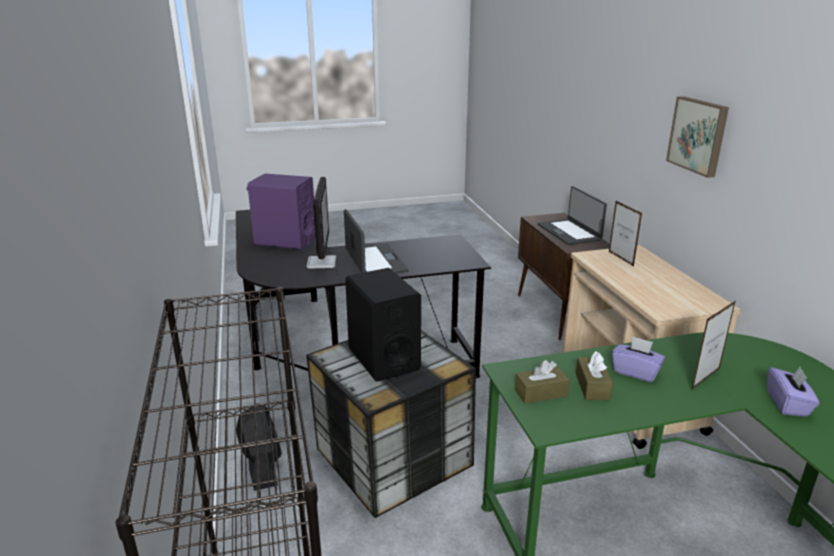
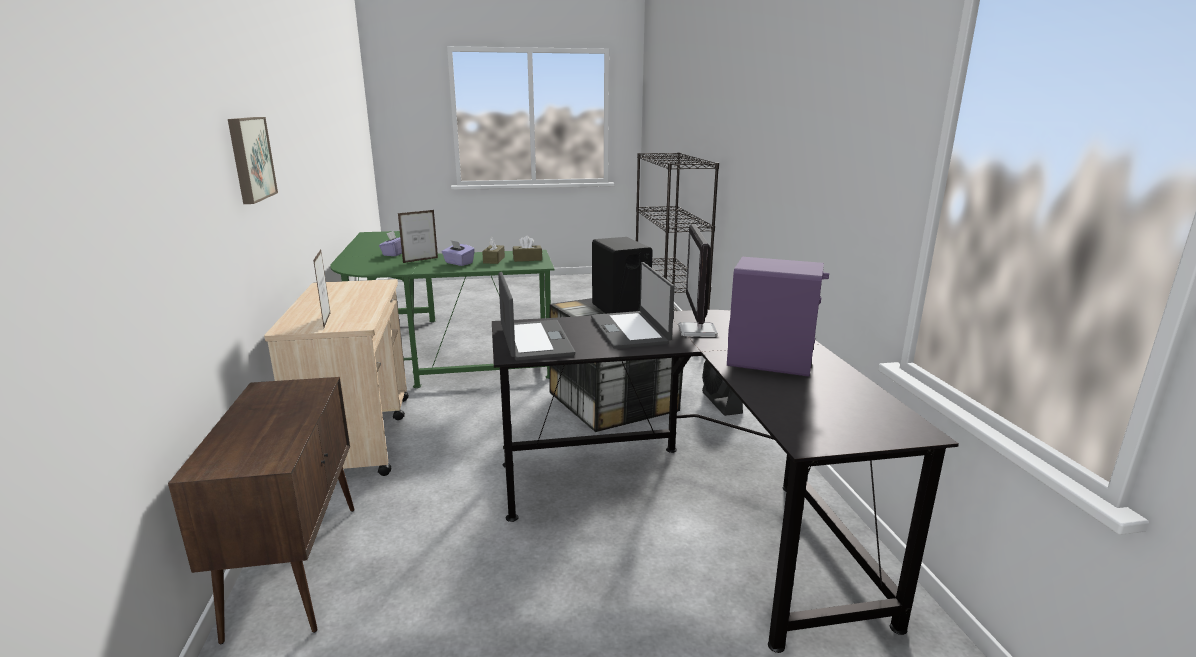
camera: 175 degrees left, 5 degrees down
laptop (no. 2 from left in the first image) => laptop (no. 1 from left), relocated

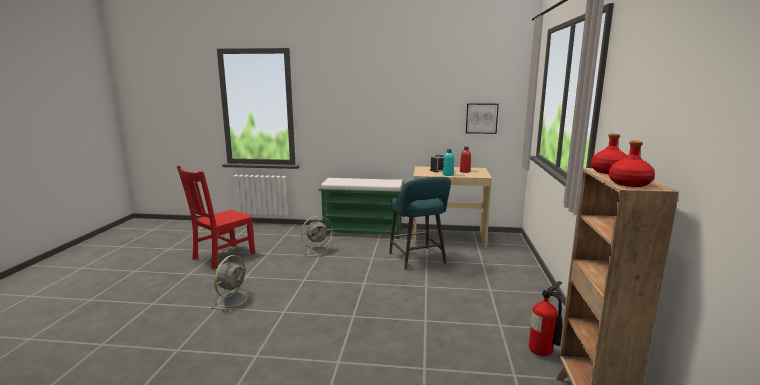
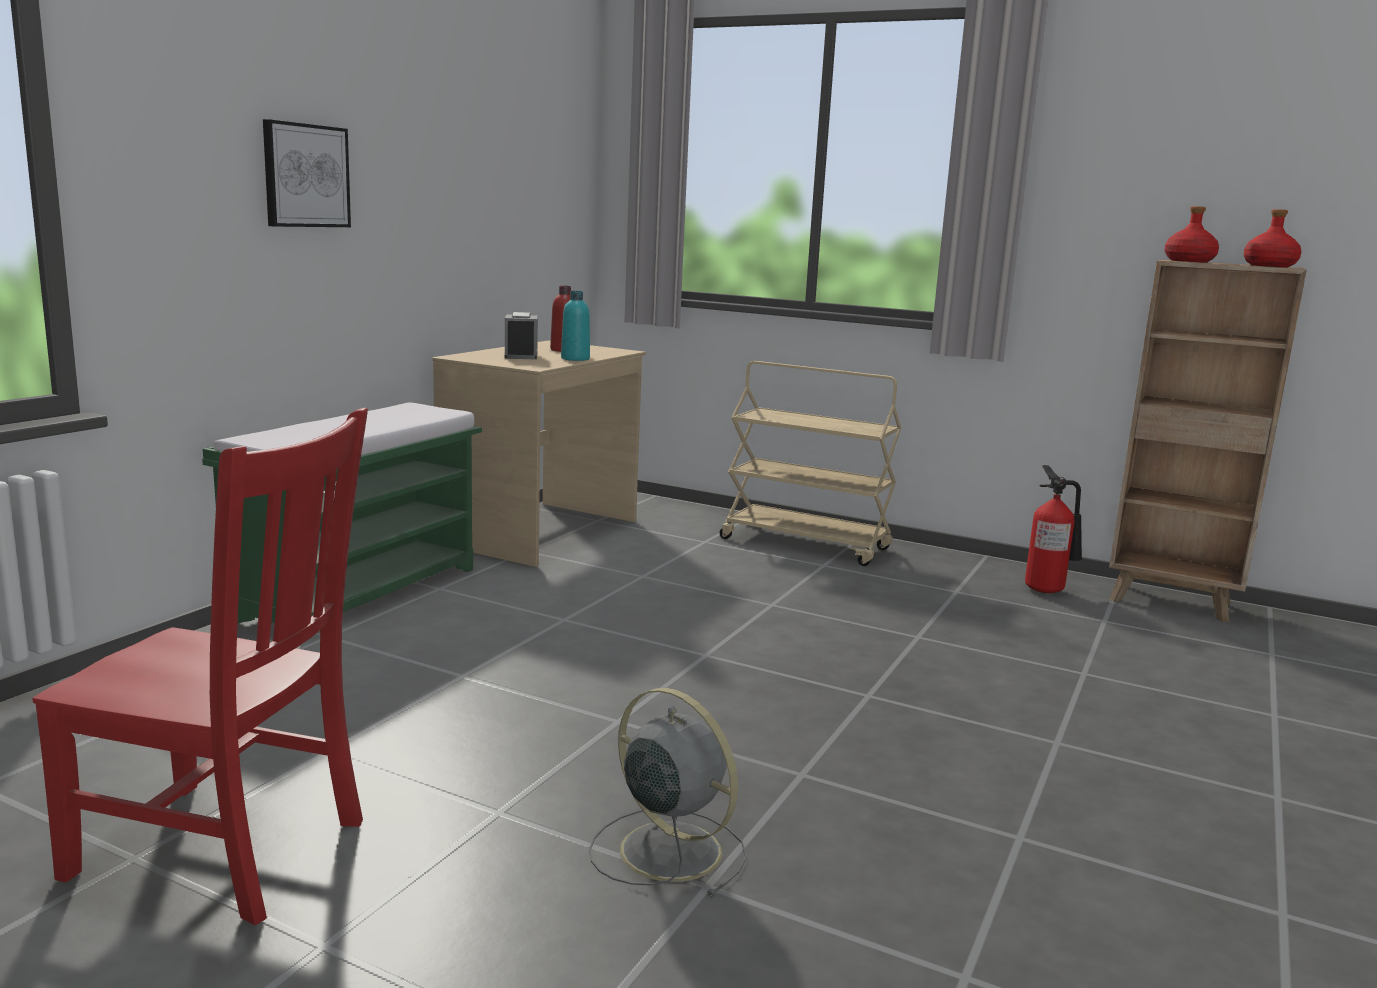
camera: 70 degrees left, 0 degrees up
picture, relocated
chair (red), 45 degrees counterclockwise
stool (turquoise) => nothing
fan (grey) (no. 2 from left) => nothing
nothing => cart (beige)

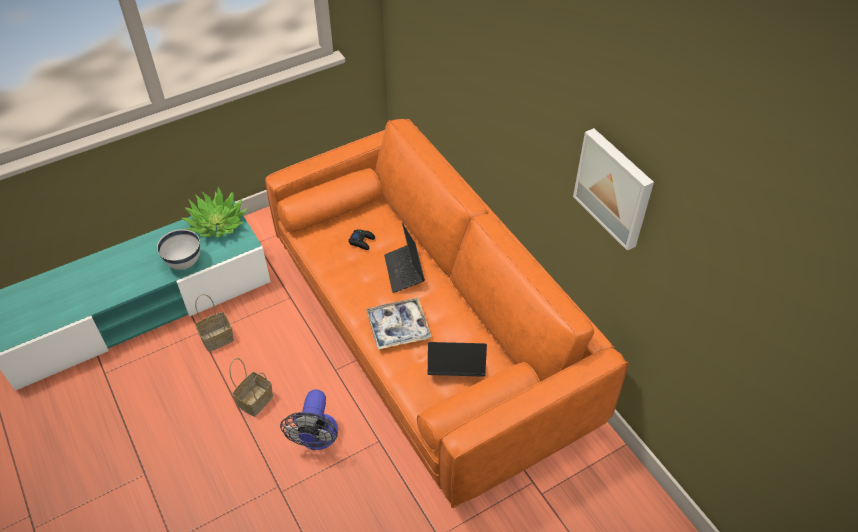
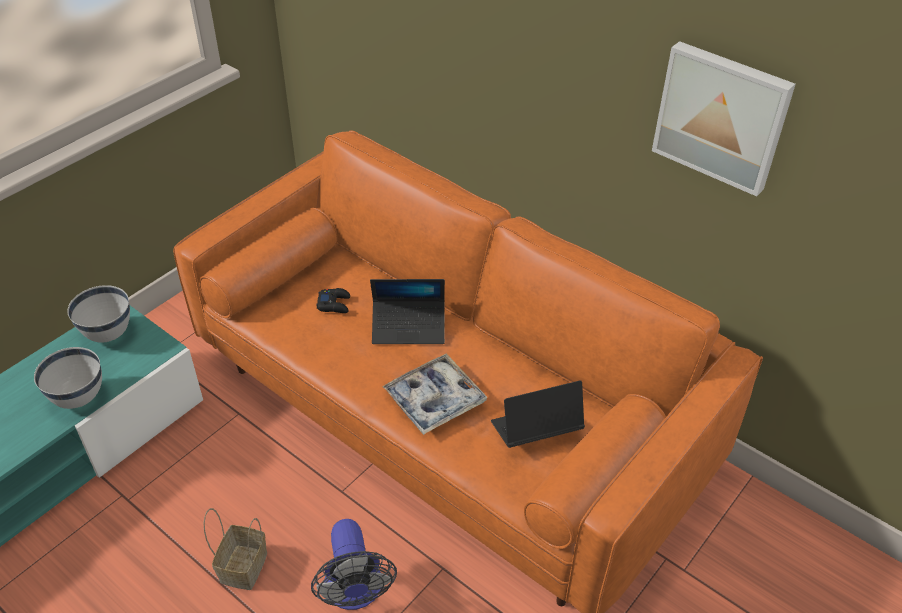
camera: 20 degrees left, 5 degrees down
potted plant => bowl (white) (no. 2 from left)
laptop (no. 1 from left), 60 degrees counterclockwise
basket (no. 1 from left) => nothing

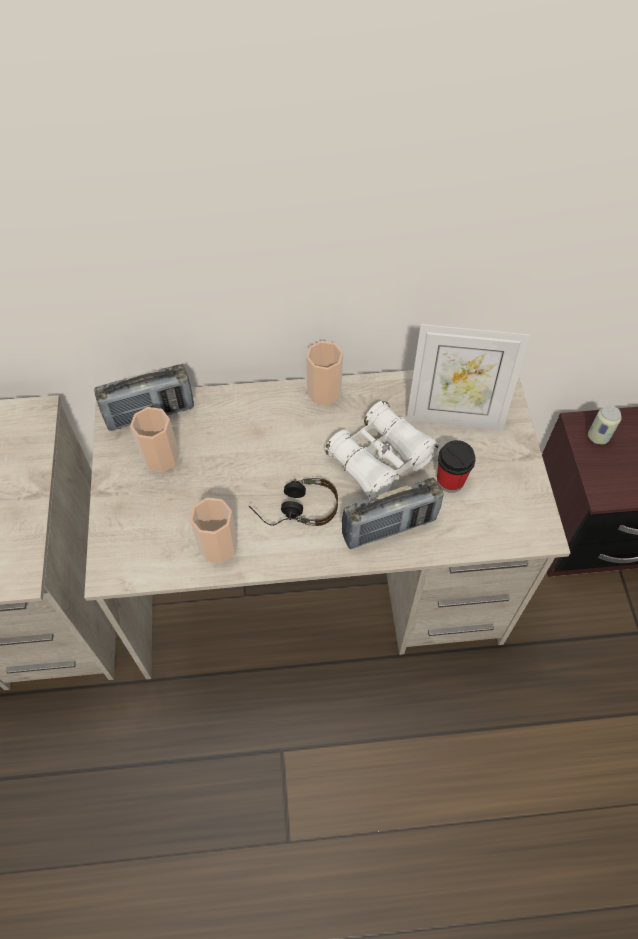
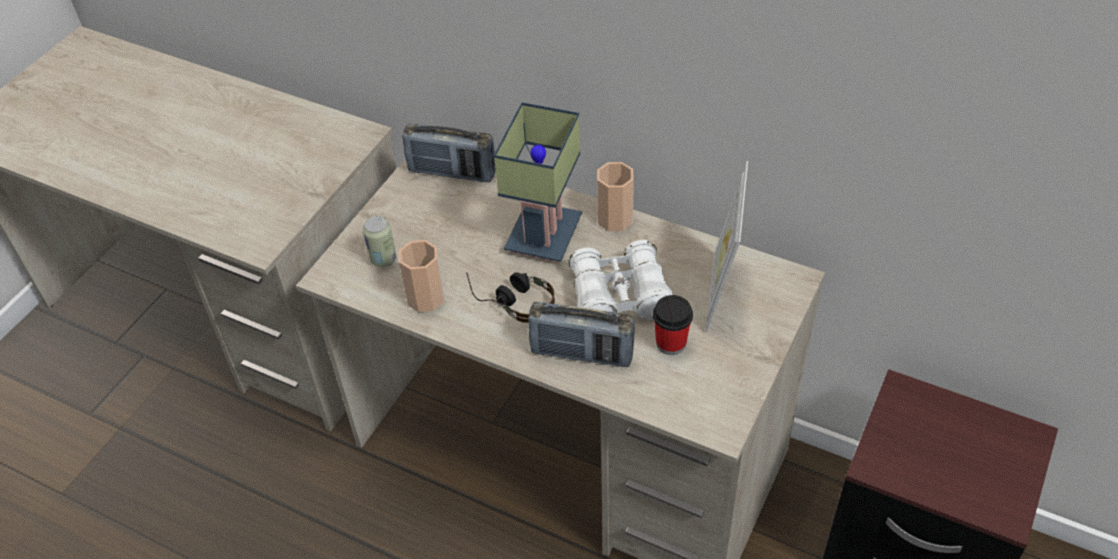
camera: 35 degrees right, 10 degrees down
picture frame, 60 degrees clockwise
can, relocated
cup (no. 1 from left) => nothing
nothing => table lamp

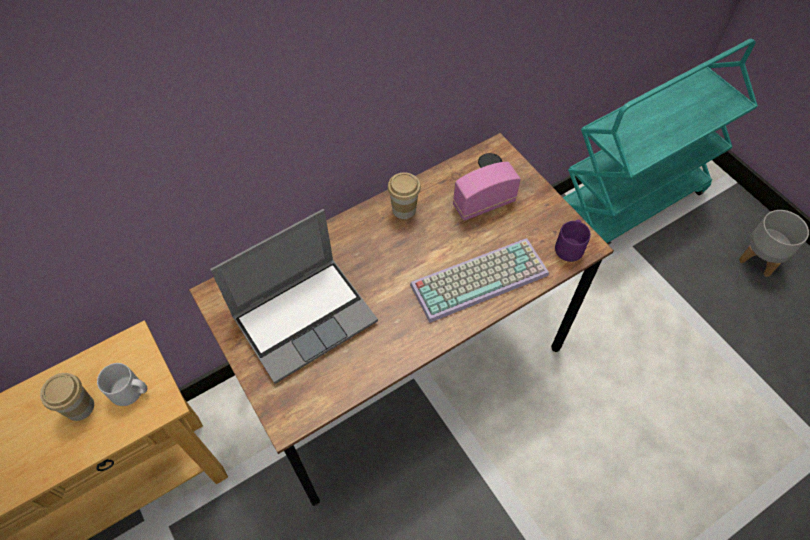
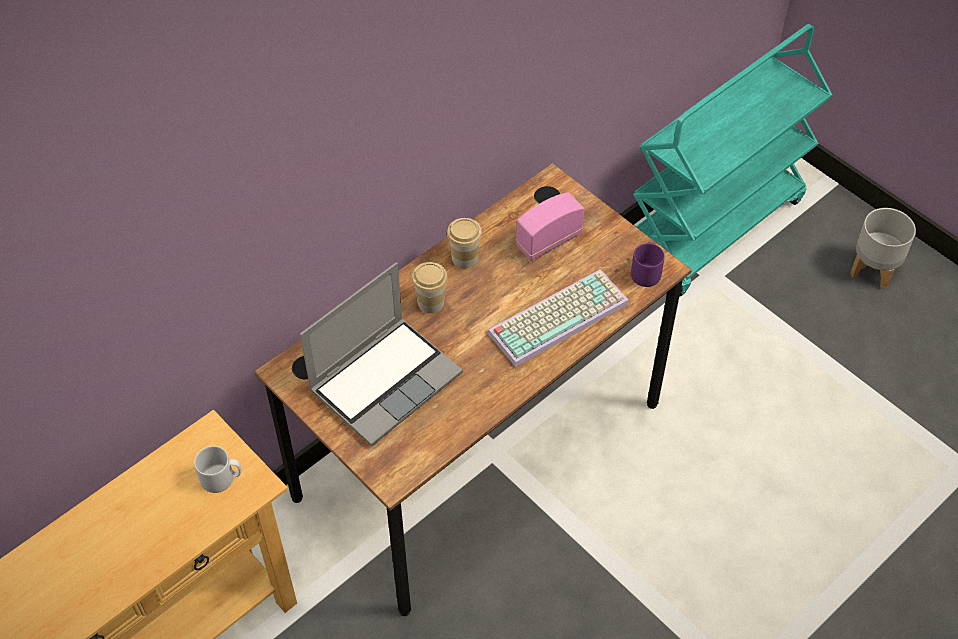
camera: 10 degrees left, 5 degrees down
cup (no. 1 from left), relocated

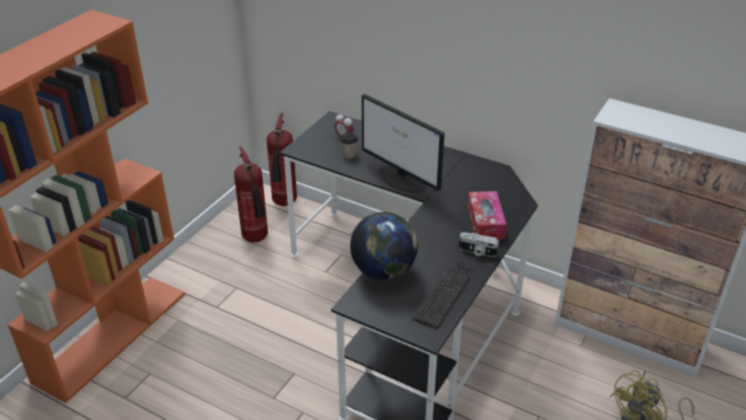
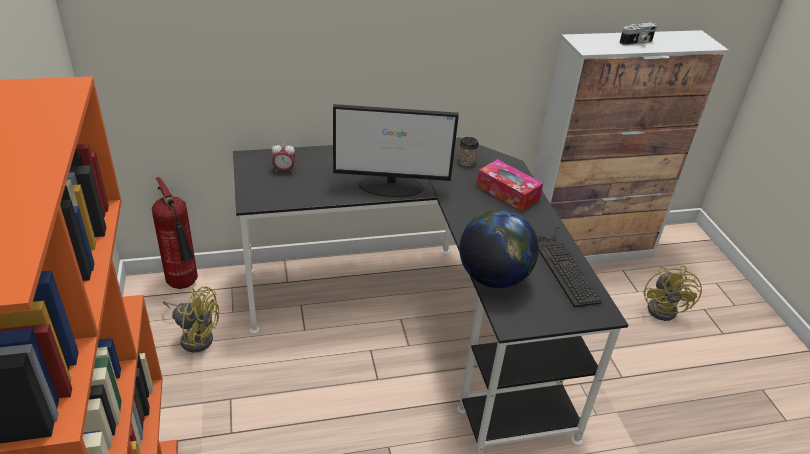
camera: 45 degrees left, 0 degrees up
cup, relocated
fire extinguisher (no. 1 from left) => fan (yellow) (no. 1 from left)
photo camera, relocated

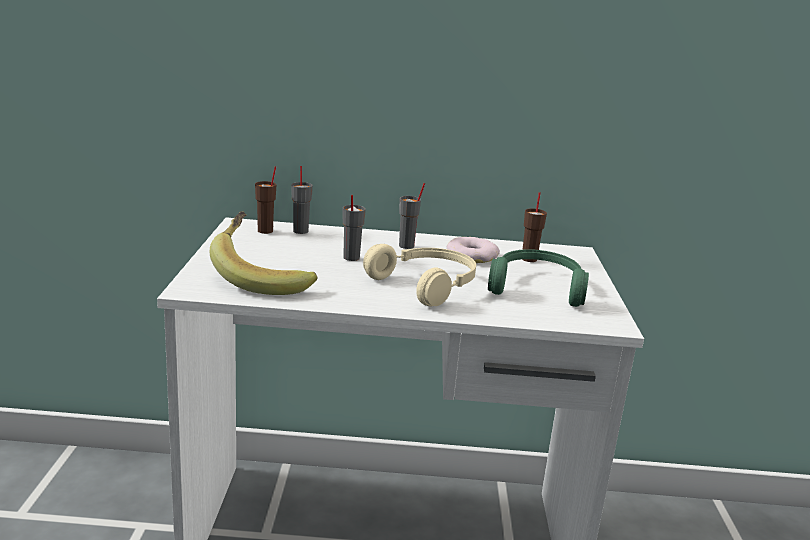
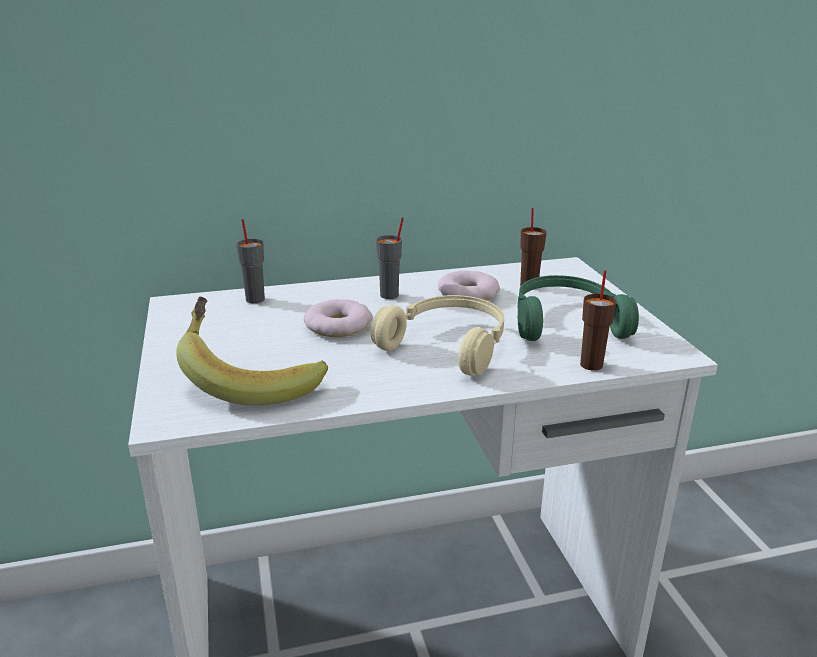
camera: 15 degrees left, 5 degrees up
cup (brown) (no. 1 from left in the first image) => cup (brown) (no. 2 from left), relocated
cup (grey) (no. 2 from left) => donut (no. 1 from left)

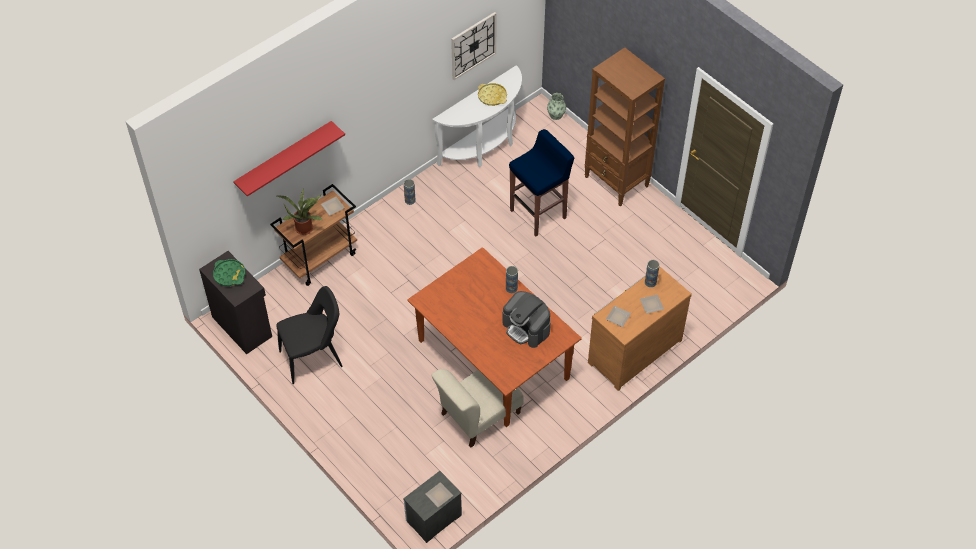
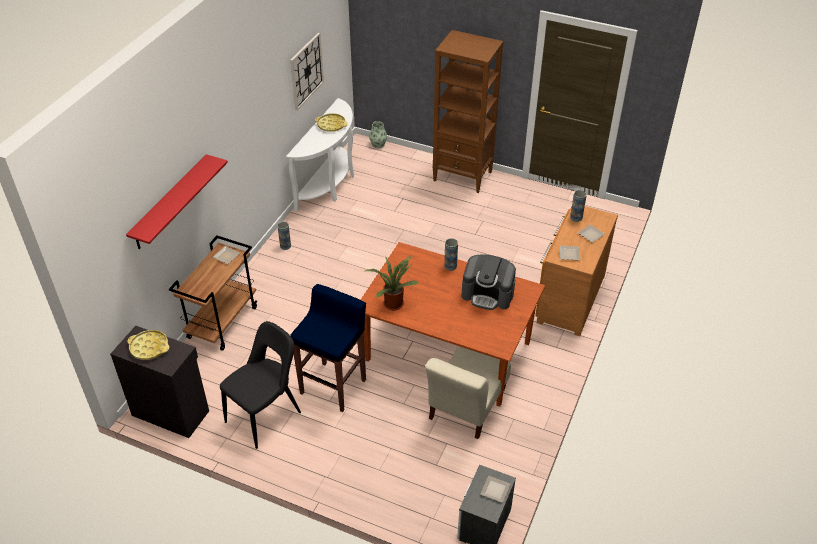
camera: 25 degrees left, 10 degrees down
stool (blue), relocated
potted plant, relocated
tray (green) => tray (yellow) (no. 1 from left)

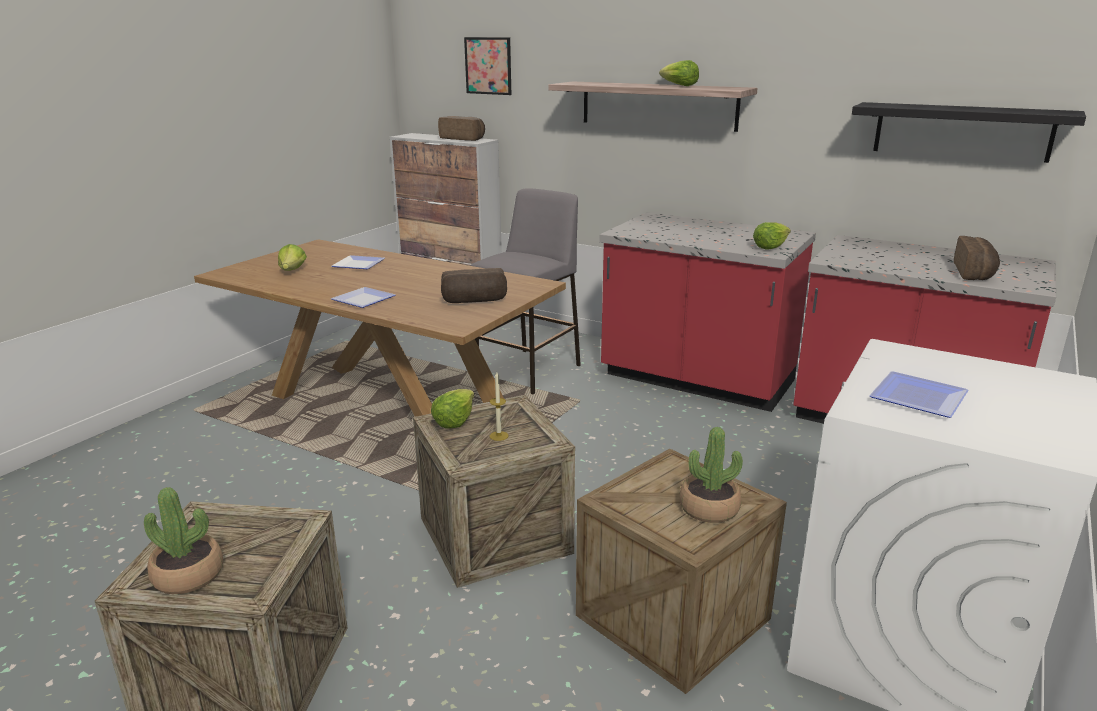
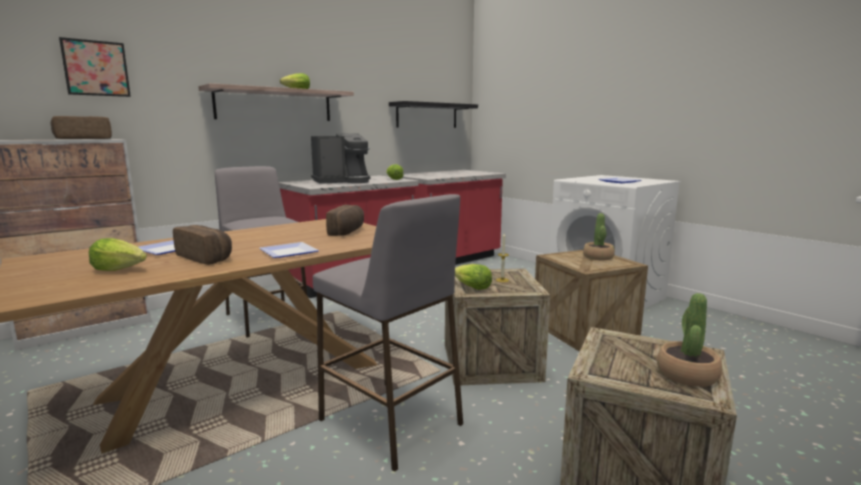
camera: 70 degrees left, 10 degrees down
bread (no. 3 from left in the first image) => bread (no. 2 from left), relocated
nothing => coffee machine
nothing => stool (grey) (no. 2 from left)

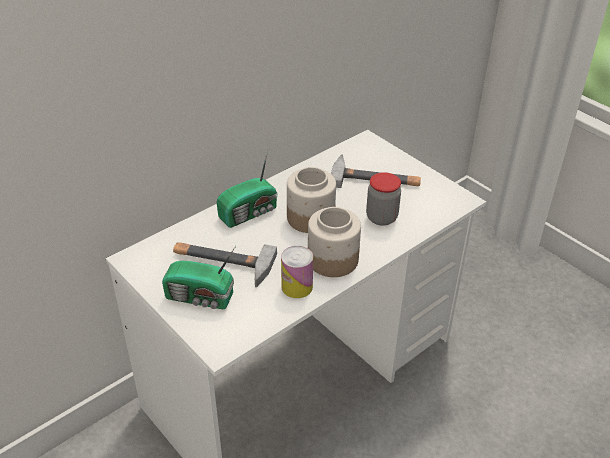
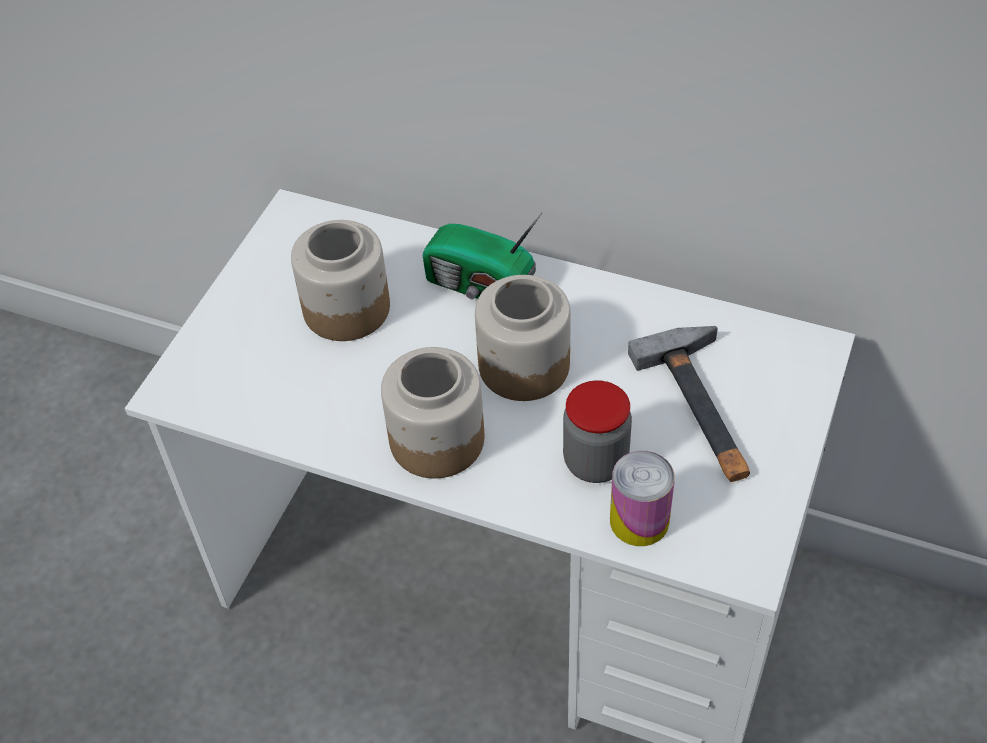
camera: 65 degrees right, 10 degrees up
hammer (no. 1 from left) => jar (no. 1 from left)
radio (no. 1 from left) => nothing
can, relocated

